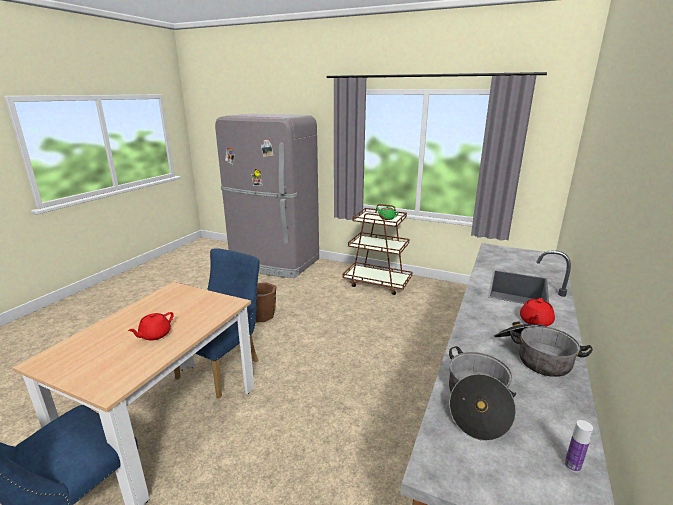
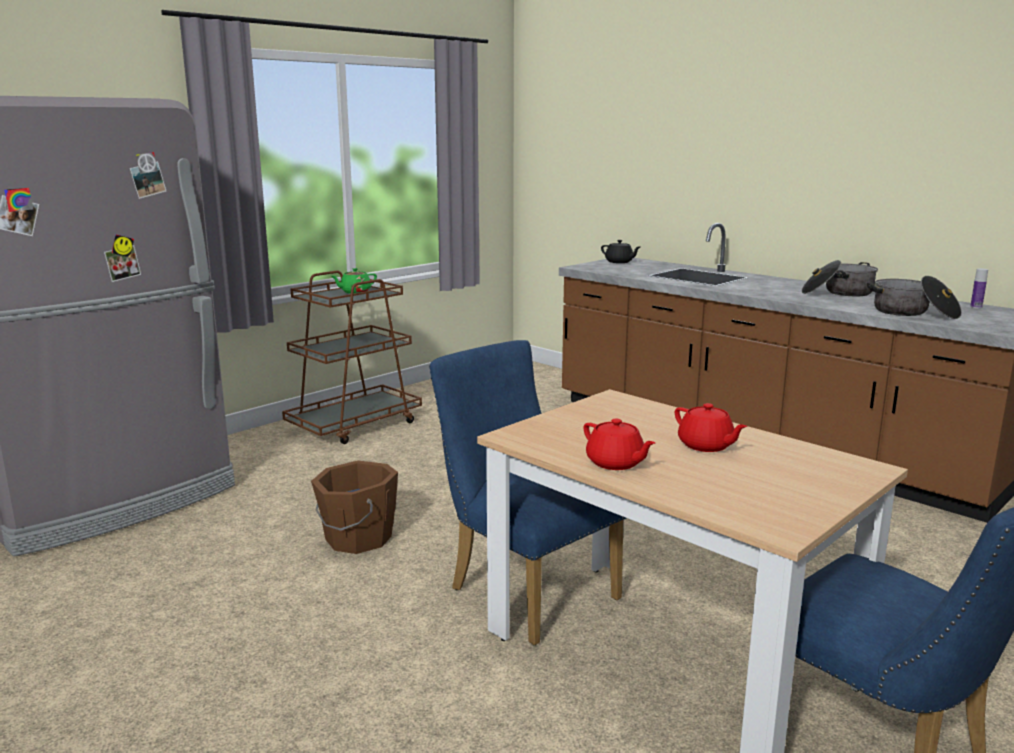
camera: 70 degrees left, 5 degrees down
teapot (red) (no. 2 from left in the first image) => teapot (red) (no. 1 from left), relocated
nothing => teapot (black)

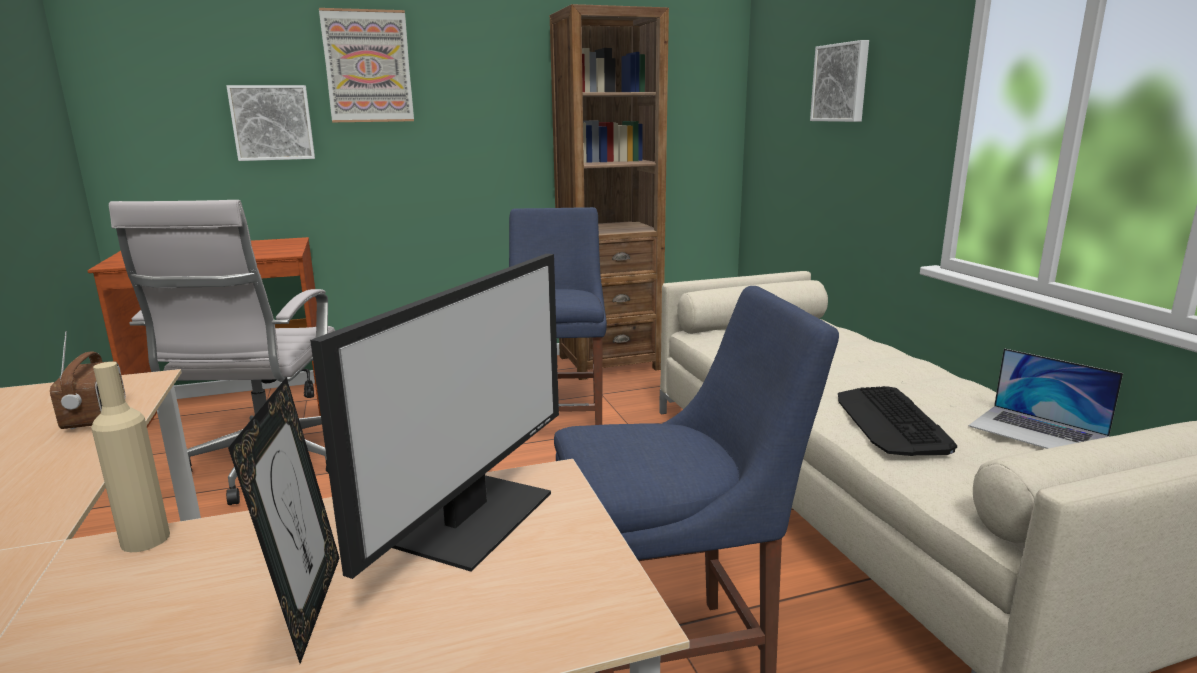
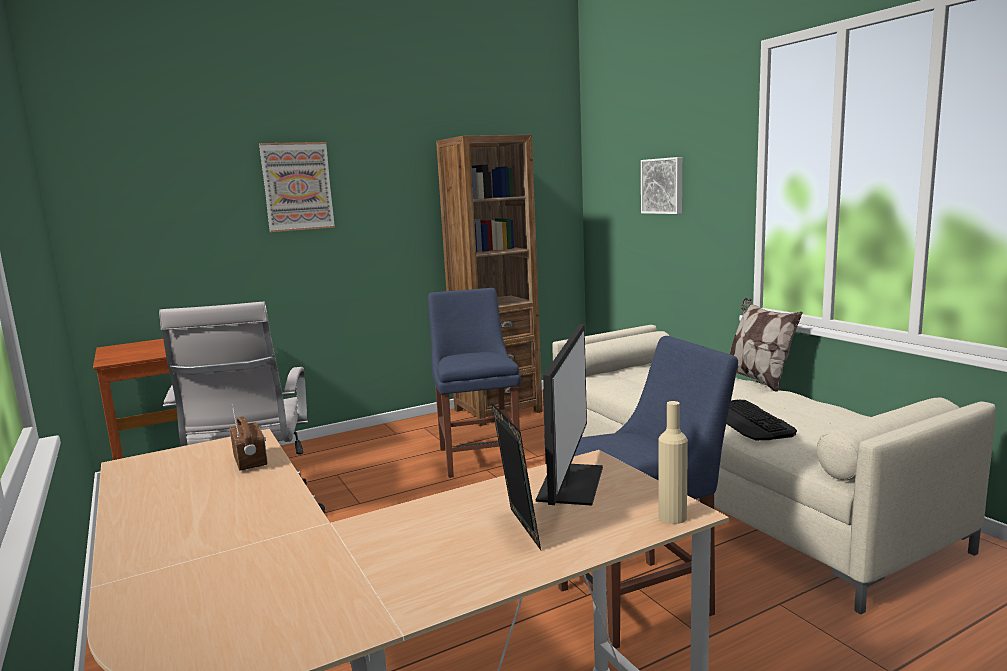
camera: 10 degrees left, 5 degrees down
picture (no. 1 from left) => nothing
laptop => nothing
bottle (beige), relocated
nothing => pillow

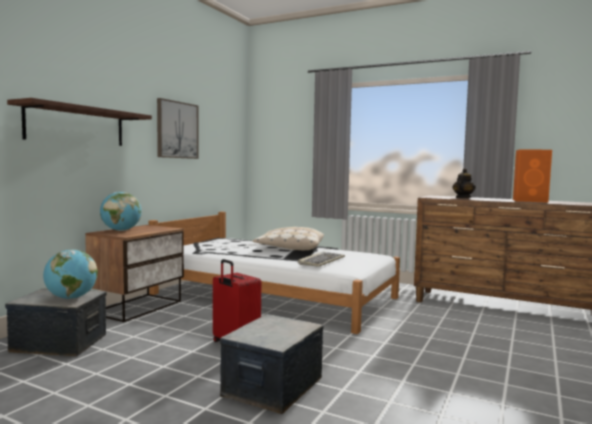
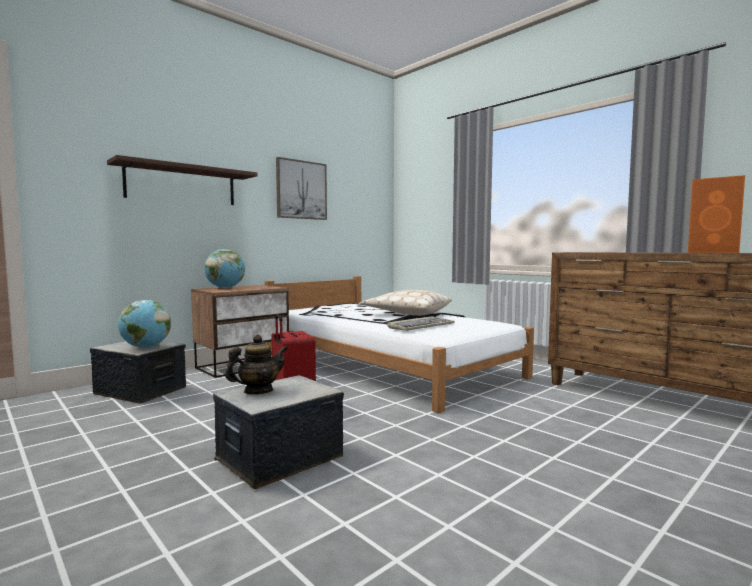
camera: 20 degrees right, 0 degrees up
teapot, relocated

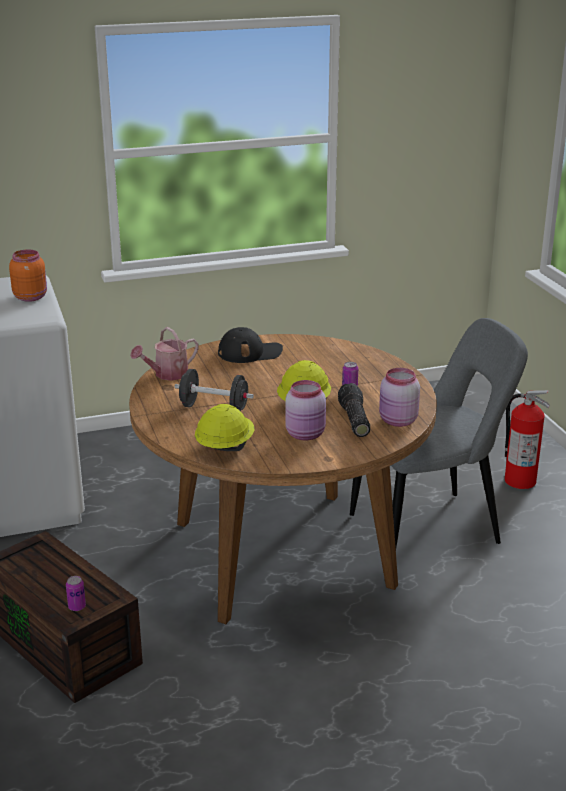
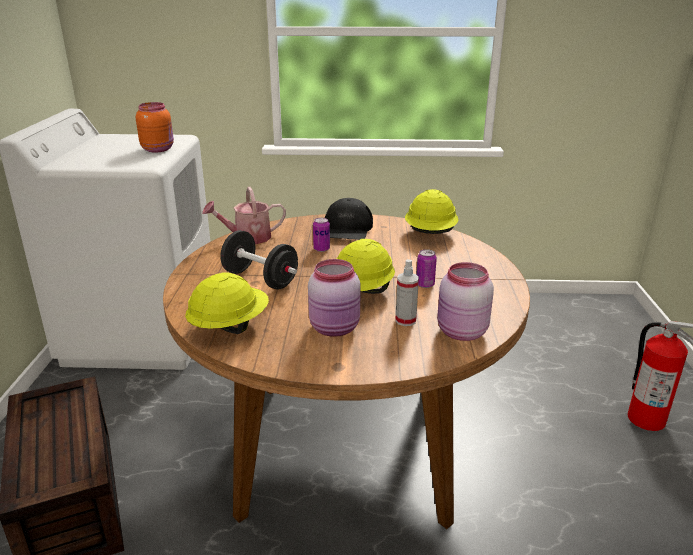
camera: 20 degrees right, 0 degrees up
chair (grey) => nothing
cap (black), 90 degrees clockwise
flashlight => spray bottle
can (no. 1 from left), relocated
nothing => hard hat (yellow) (no. 3 from left)

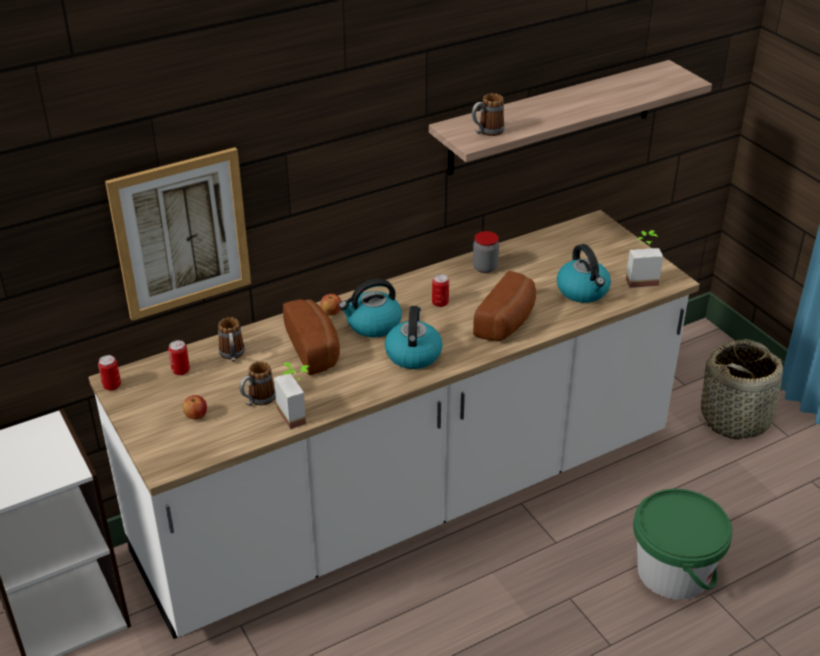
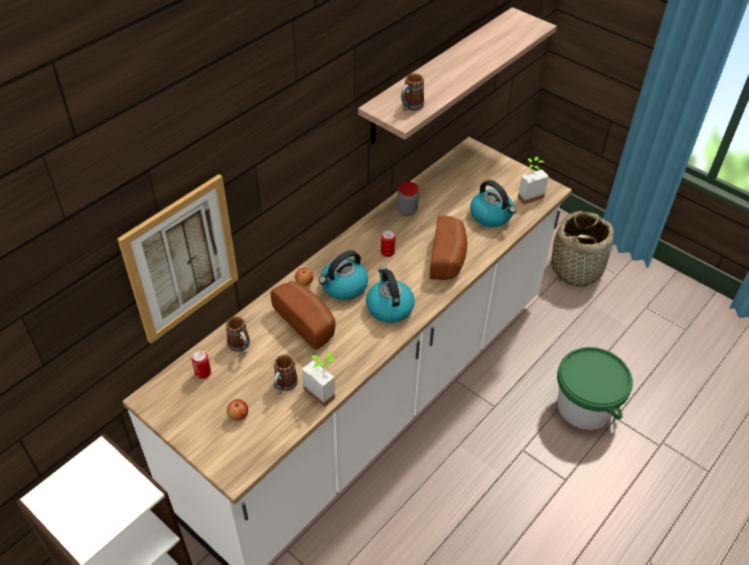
camera: 20 degrees left, 10 degrees up
can (no. 1 from left) => nothing

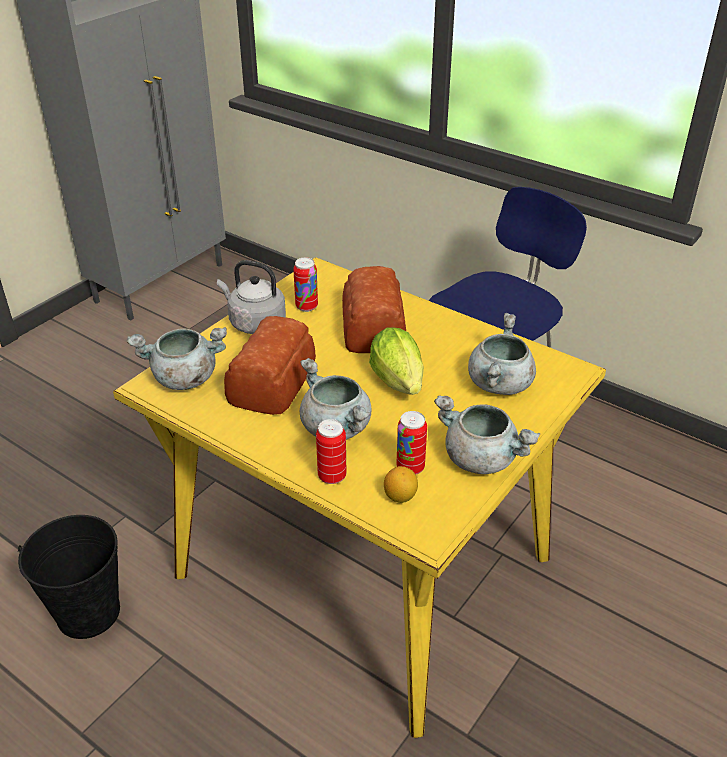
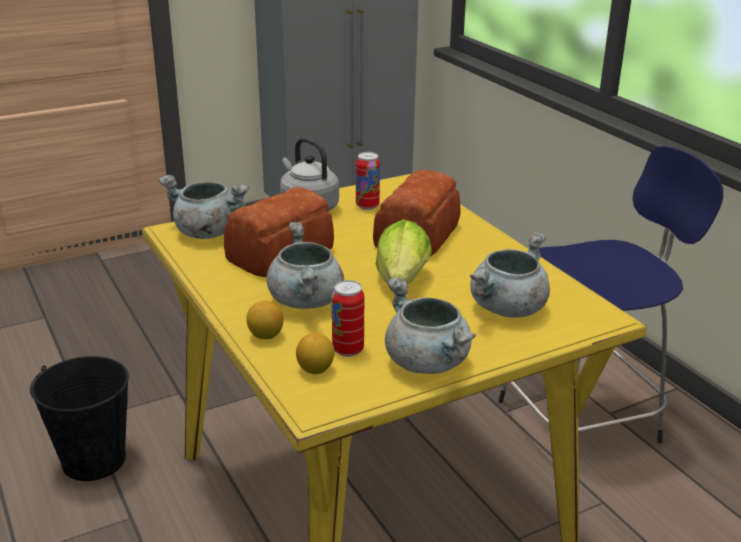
camera: 25 degrees right, 10 degrees down
can (no. 2 from left) => lemon (no. 1 from left)

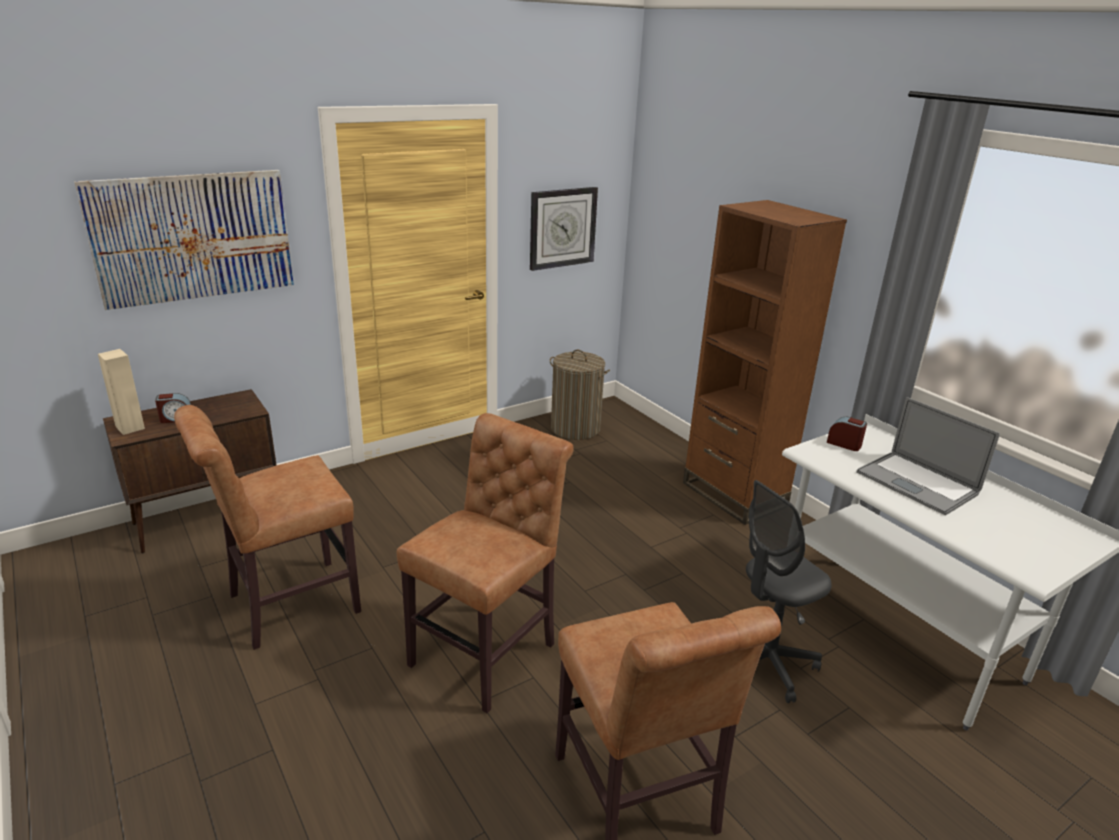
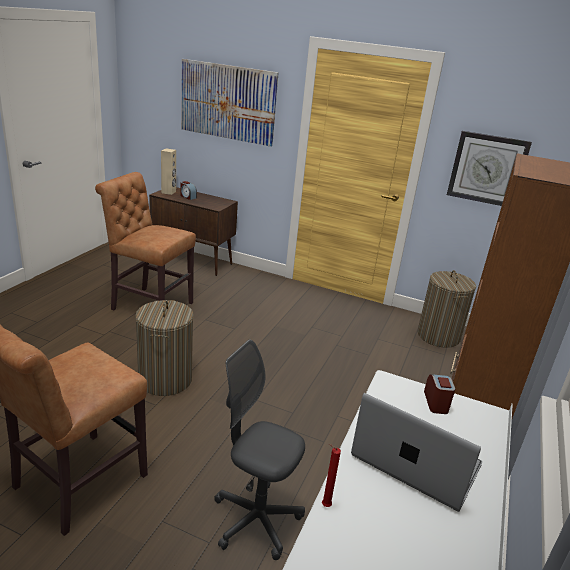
camera: 55 degrees right, 0 degrees up
laptop, 105 degrees clockwise
chair (brown) (no. 2 from left) => laundry basket (no. 1 from left)
nothing => candle (red)

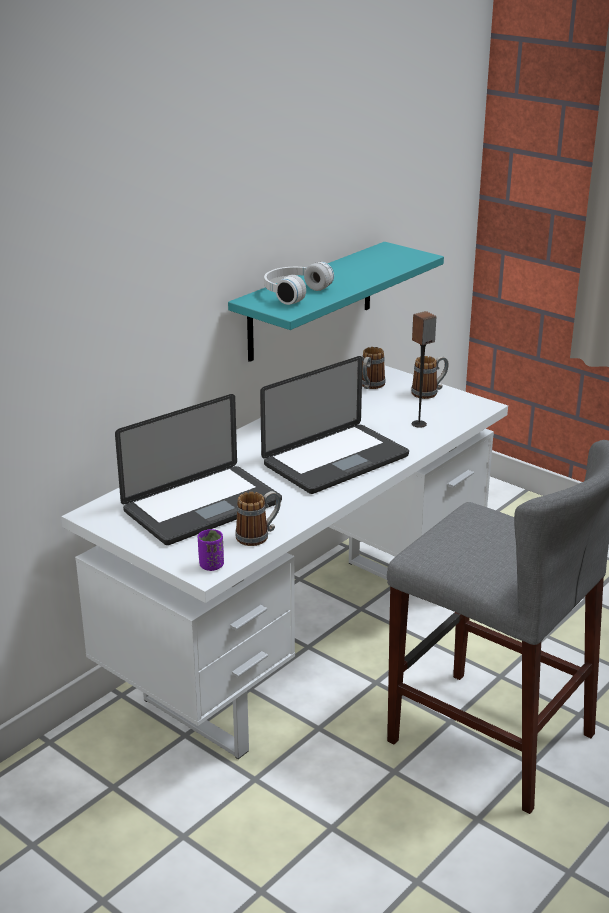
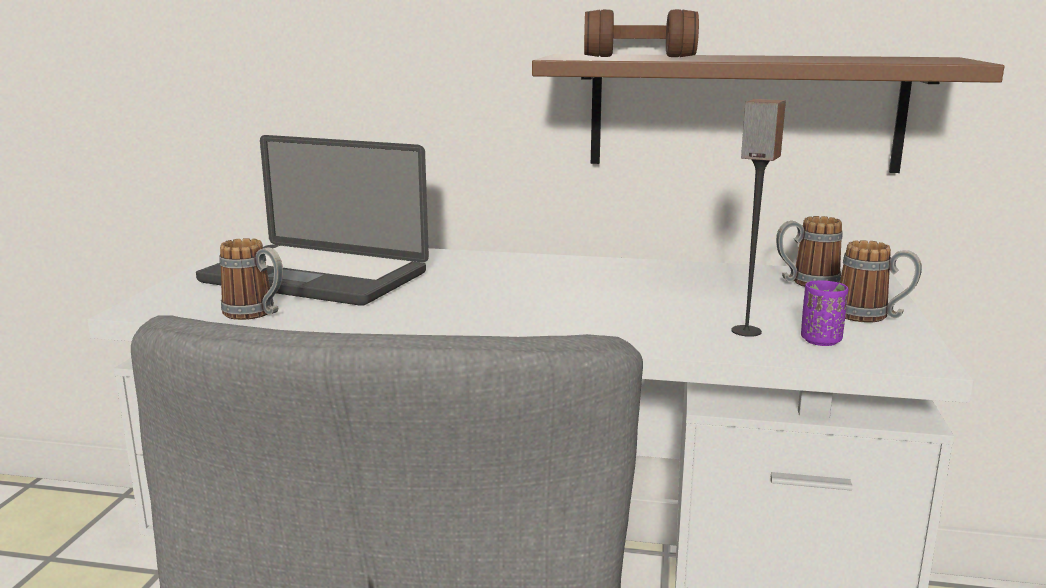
camera: 60 degrees right, 10 degrees down
shelf (turquoise) => shelf (brown)
headphones (white) => headphones (brown)
laptop (no. 2 from left) => nothing
cup (purple), relocated

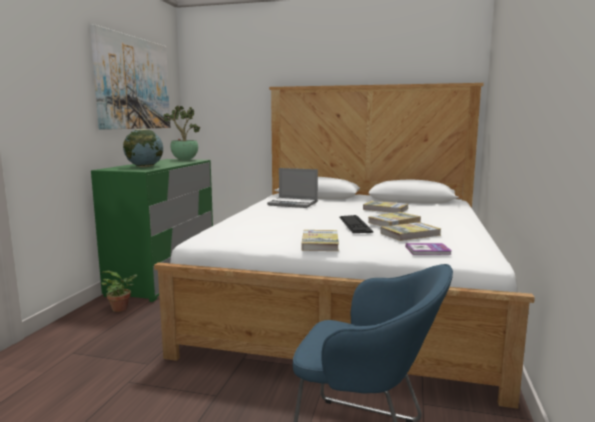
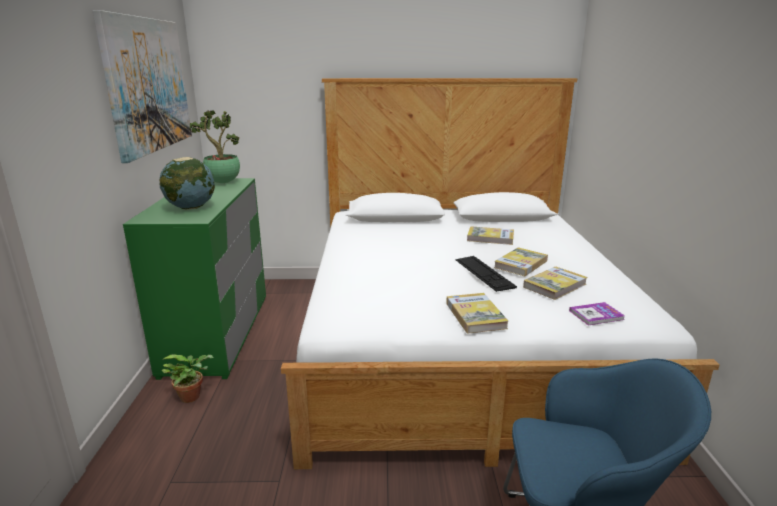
camera: 15 degrees left, 10 degrees up
laptop => nothing

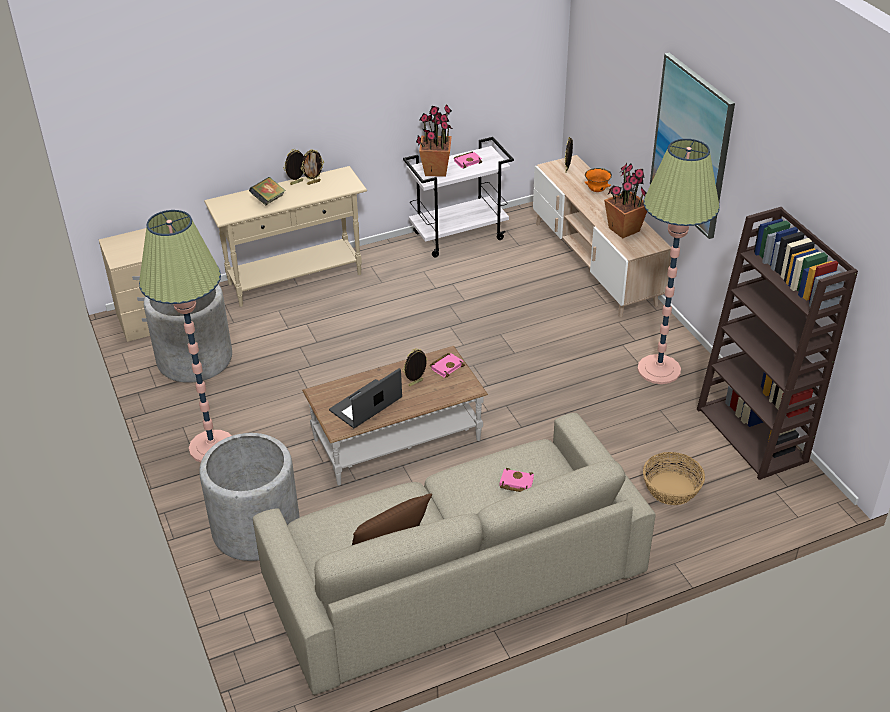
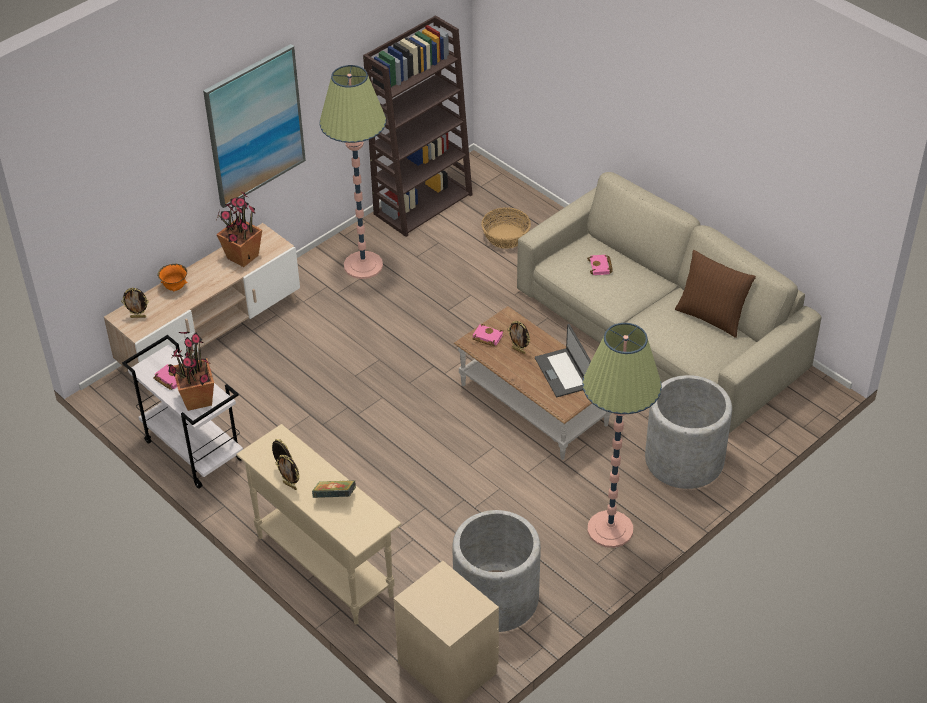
camera: 110 degrees left, 5 degrees up
laptop, 45 degrees clockwise

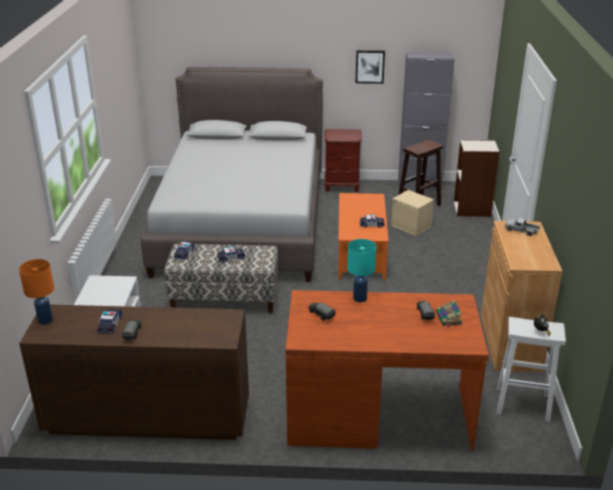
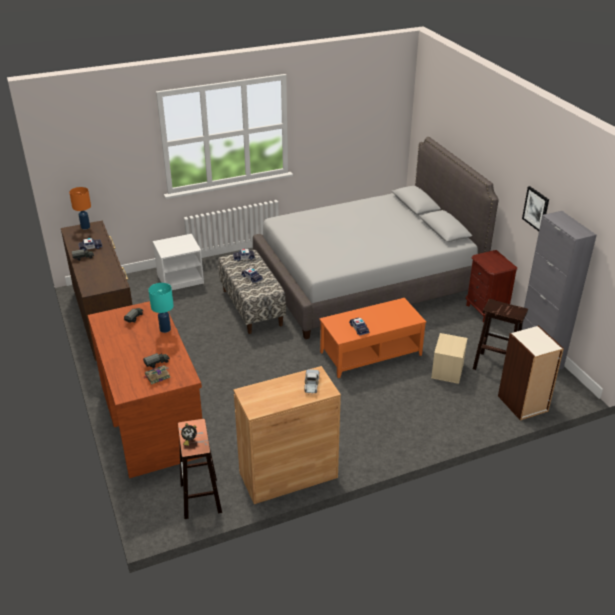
camera: 65 degrees right, 5 degrees up
stool (white) => stool (brown) (no. 1 from left)

